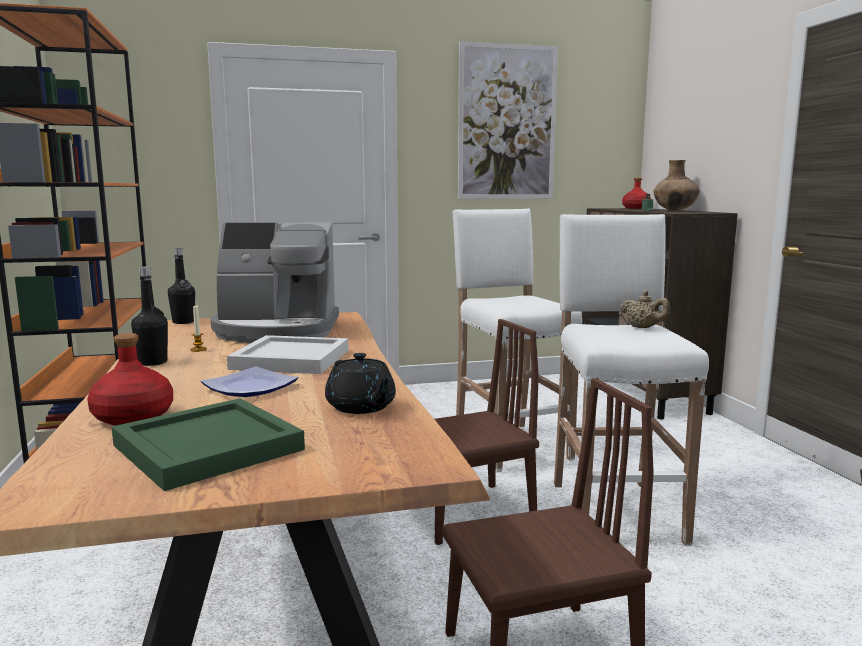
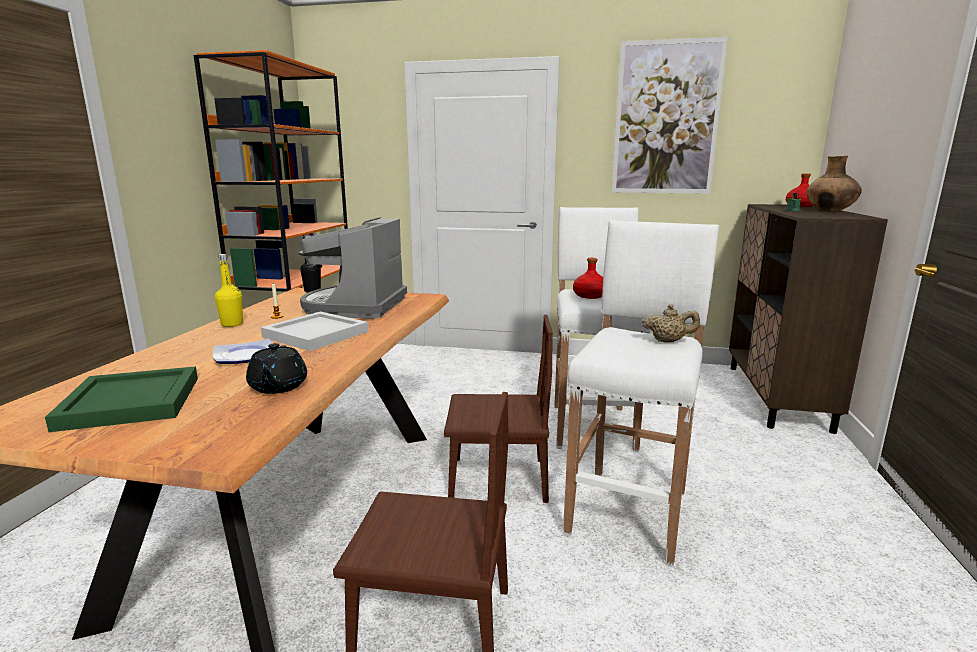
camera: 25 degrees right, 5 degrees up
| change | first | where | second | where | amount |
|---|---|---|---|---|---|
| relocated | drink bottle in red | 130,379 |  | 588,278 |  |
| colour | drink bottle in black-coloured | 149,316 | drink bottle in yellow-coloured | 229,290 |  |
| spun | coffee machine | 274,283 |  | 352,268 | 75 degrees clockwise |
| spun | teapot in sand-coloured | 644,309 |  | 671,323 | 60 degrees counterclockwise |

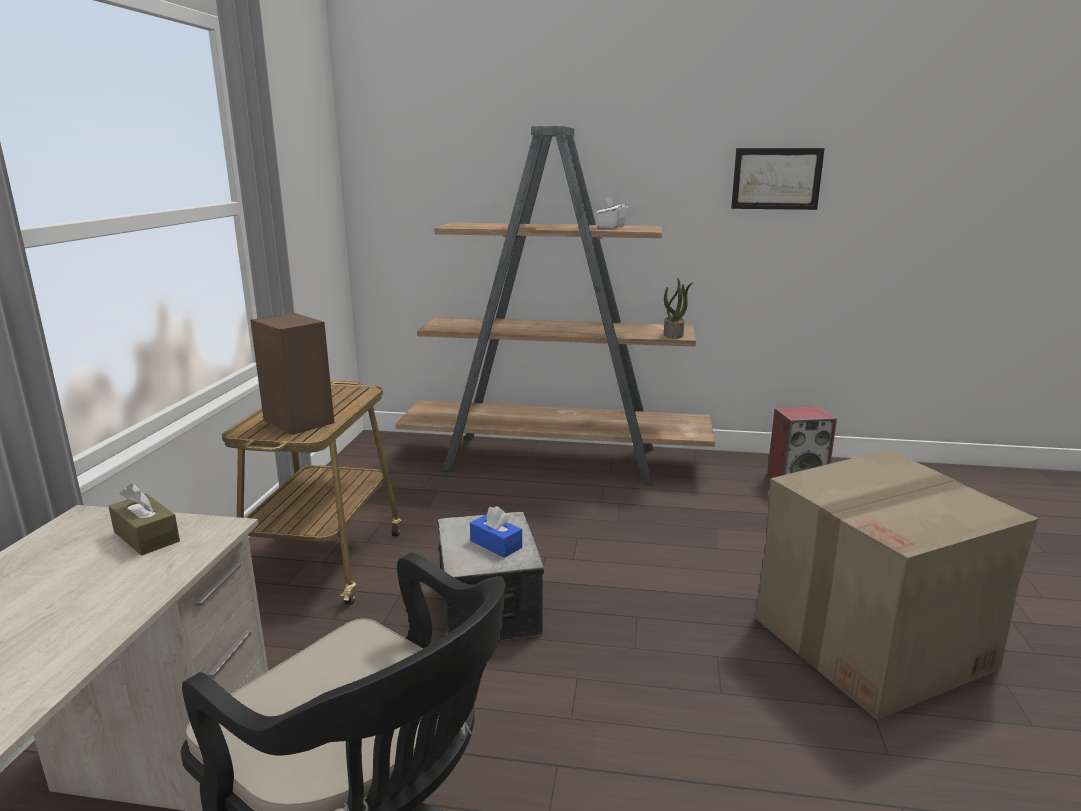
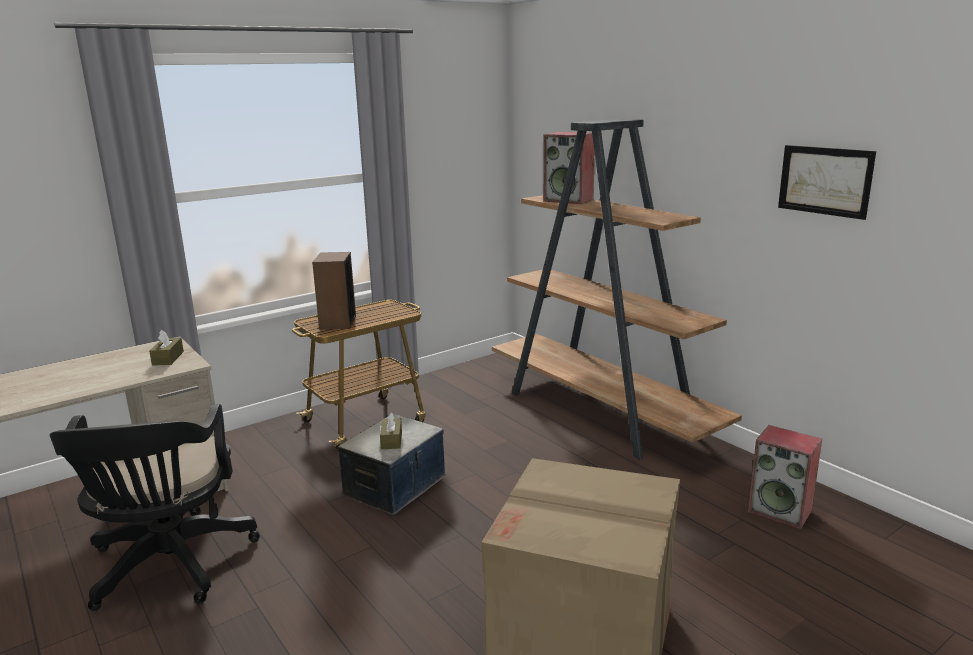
camera: 45 degrees right, 0 degrees up
| change | first | where | second | where | amount |
|---|---|---|---|---|---|
| colour | tissue holder in blue | 496,532 | tissue holder in brown | 391,430 |  |
| missing | tissue holder in whitish | 611,213 |  |  |  |
| missing | houseplant | 678,308 |  |  |  |
| appeared |  |  | loudspeaker | 569,168 |  |

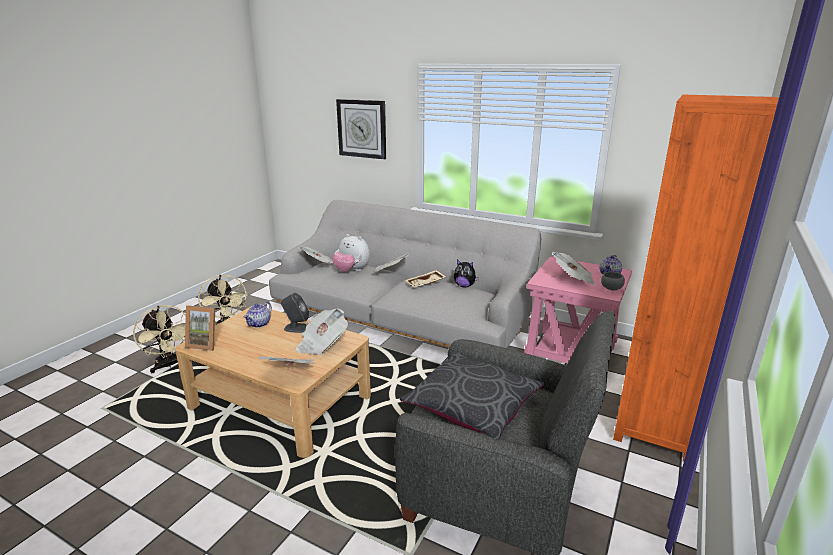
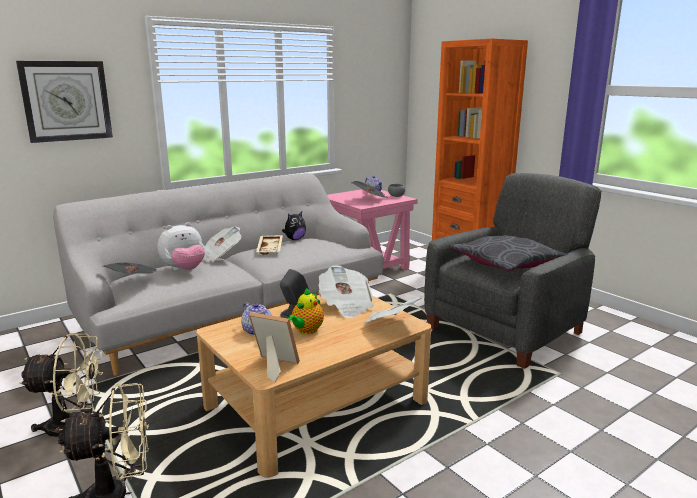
camera: 65 degrees left, 5 degrees down
| change | first | where | second | where | amount |
|---|---|---|---|---|---|
| spun | picture frame | 200,328 |  | 274,347 | 105 degrees counterclockwise |
| appeared |  |  | teapot | 305,311 |  |

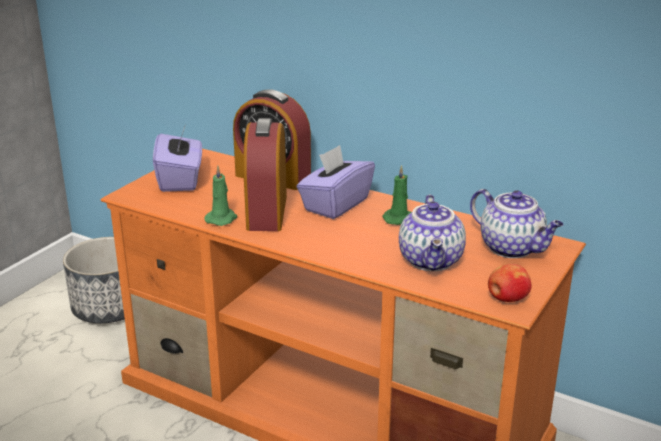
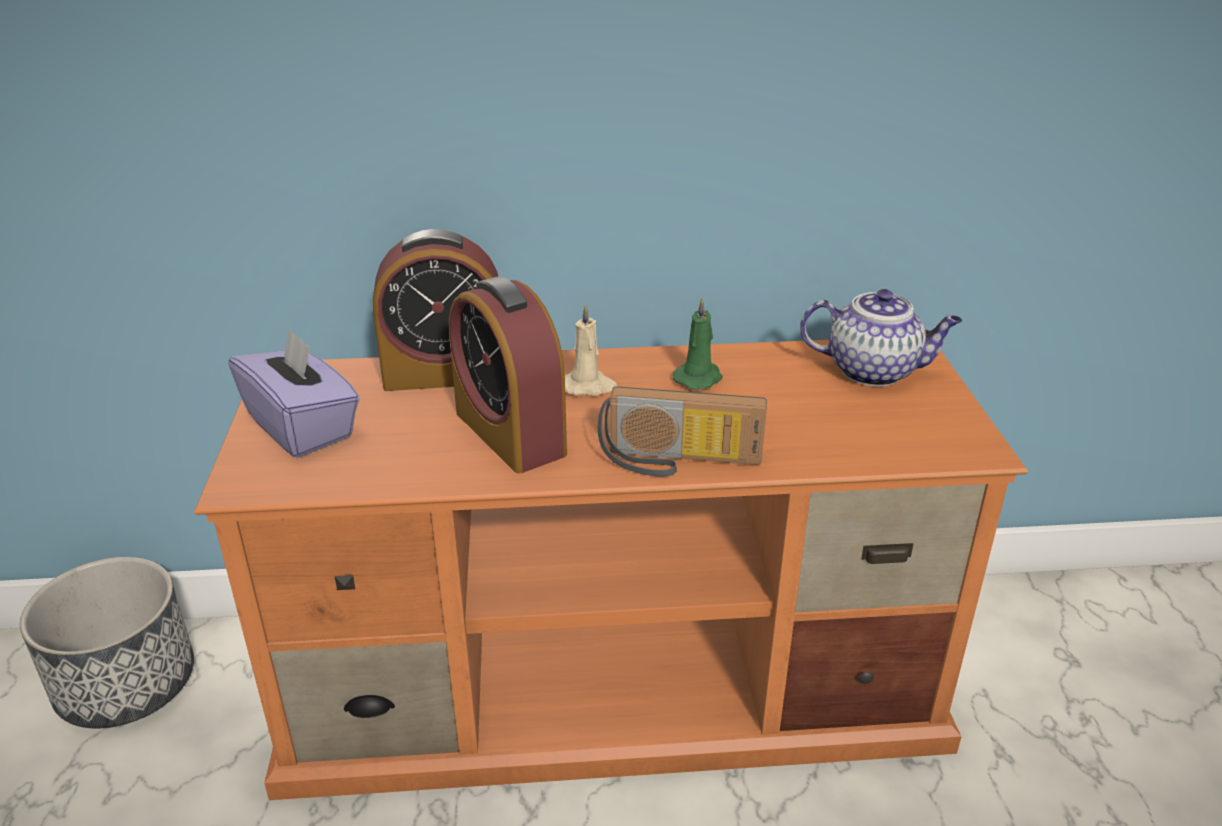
camera: 35 degrees left, 5 degrees up
| change | first | where | second | where | amount |
|---|---|---|---|---|---|
| missing | wax light in greenish | 220,196 |  |  |  |
| exchanged | tissue holder in purplish | 336,182 | wax light in sand-coloured | 591,350 |  |
| missing | teapot | 432,233 |  |  |  |
| missing | whole apple | 510,283 |  |  |  |
| appeared |  |  | radio set | 682,431 |  |

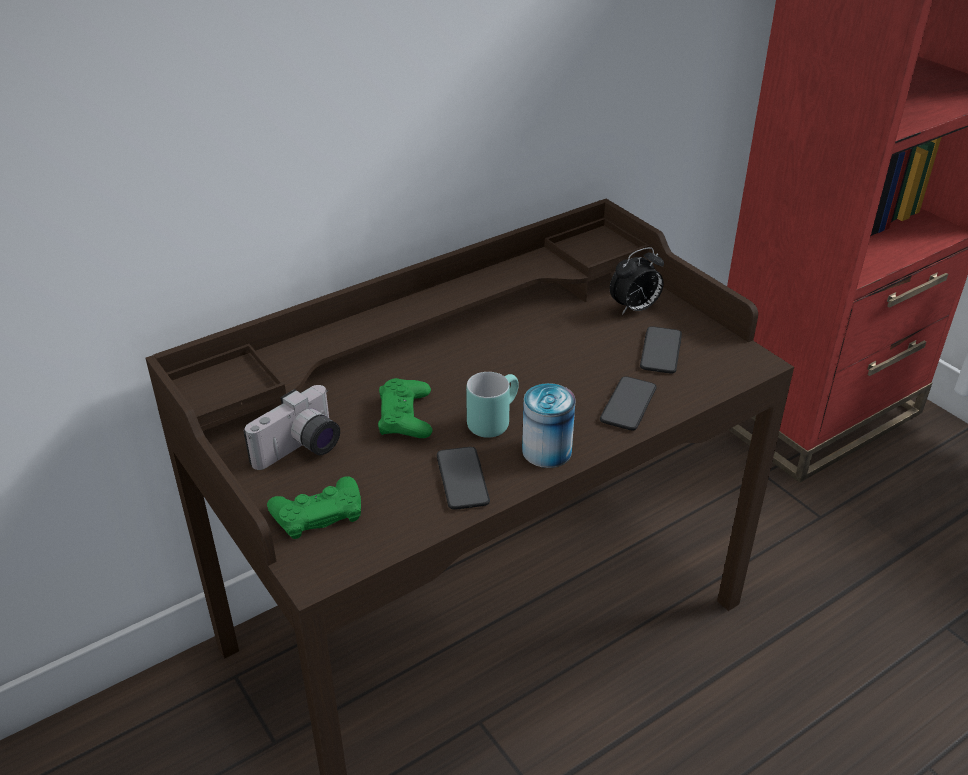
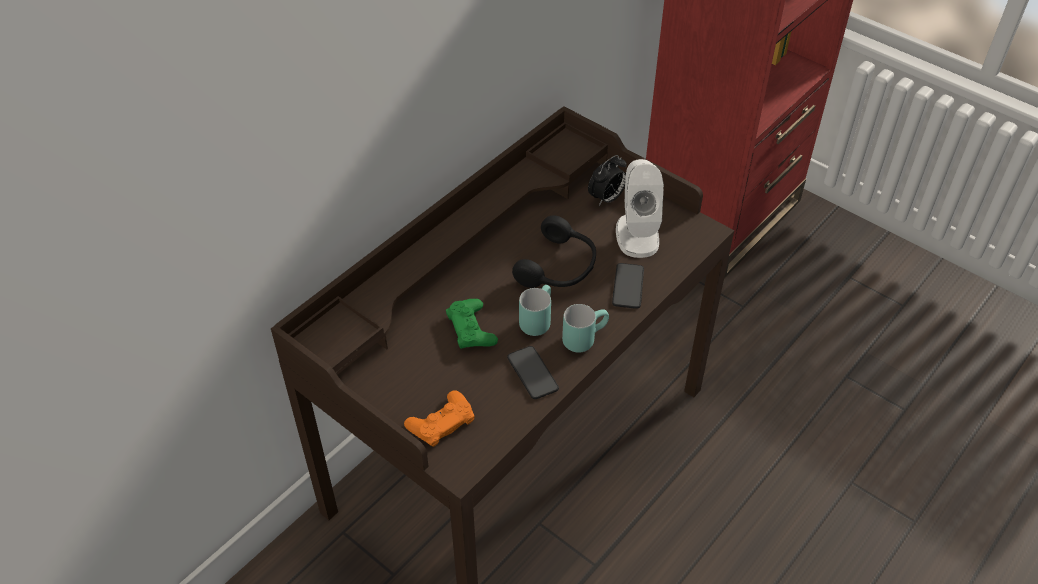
camera: 15 degrees left, 10 degrees up
| change | first | where | second | where | amount |
|---|---|---|---|---|---|
| missing | photo camera | 292,427 |  |  |  |
| colour | game controller in greenish | 314,507 | game controller in orangey | 439,418 |  |
| exchanged | can | 549,425 | coffee mug in turquoise | 585,328 |  |
| exchanged | handset | 661,349 | loudspeaker in whitish | 640,208 |  |
| appeared |  |  | headset in black-coloured | 554,251 |  |

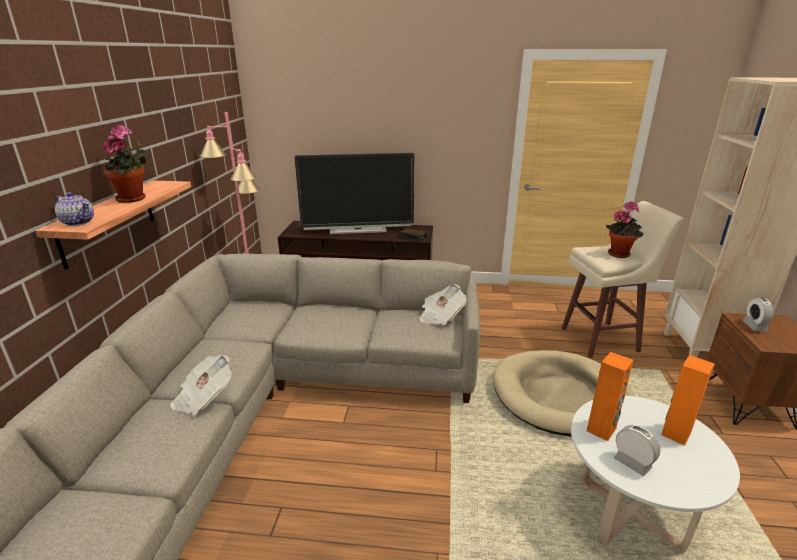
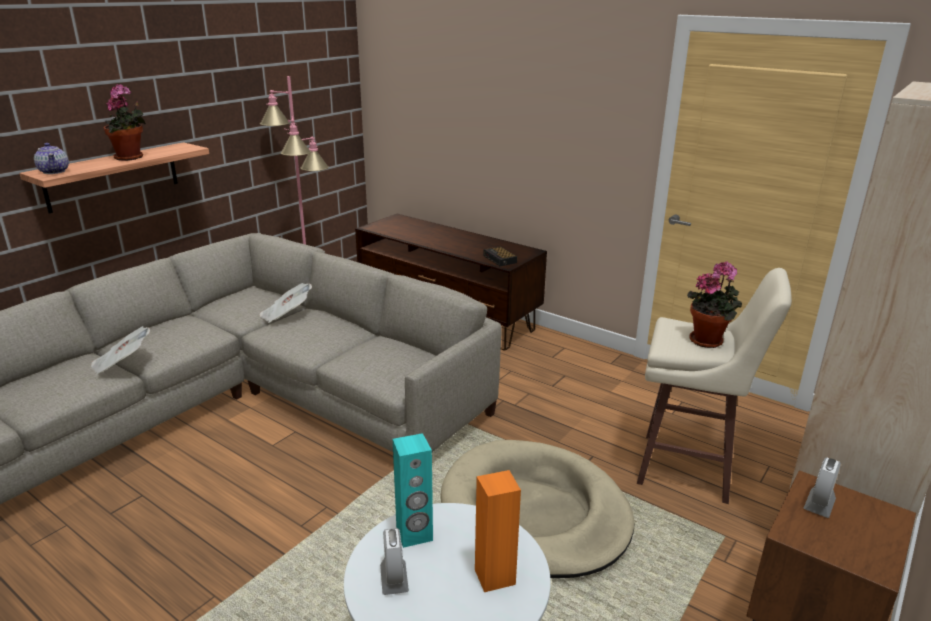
camera: 30 degrees right, 0 degrees up
| change | first | where | second | where | amount |
|---|---|---|---|---|---|
| missing | TV | 354,193 |  |  |  |
| relocated | printed paper | 443,304 |  | 285,303 |  |
| colour | loudspeaker in orangey | 610,396 | loudspeaker in turquoise | 413,490 |  |

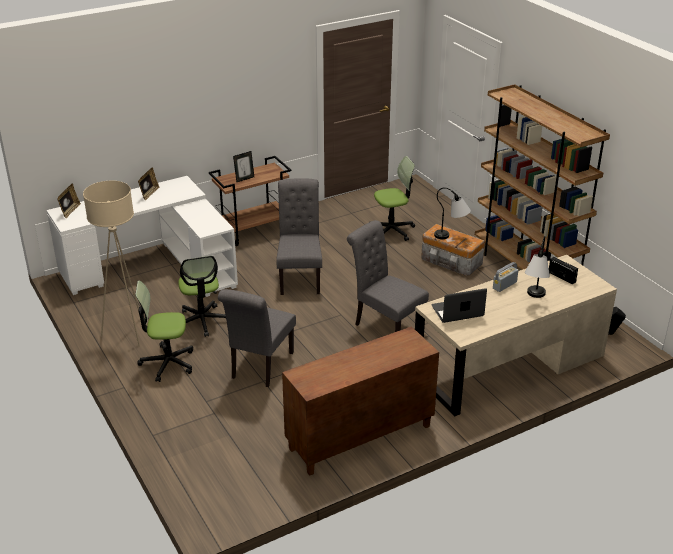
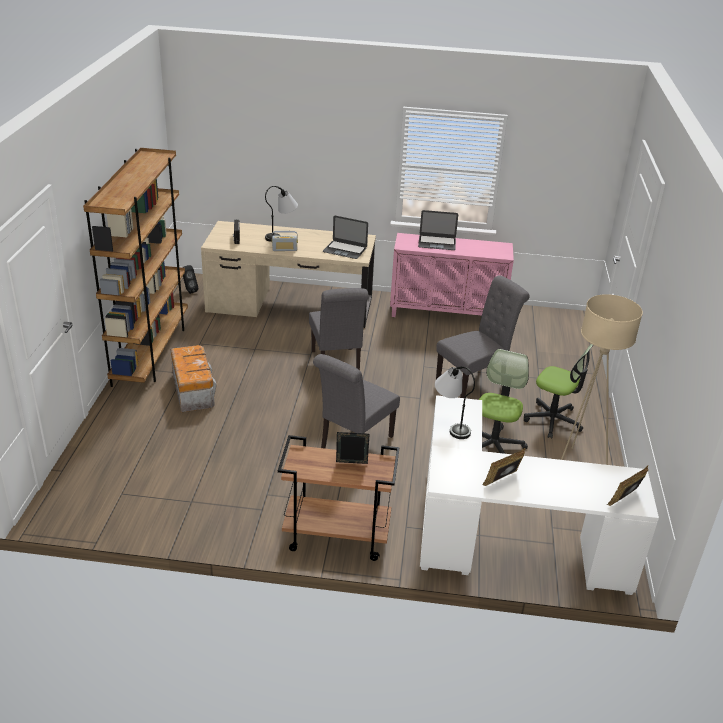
camera: 145 degrees left, 0 degrees up
| change | first | where | second | where | amount |
|---|---|---|---|---|---|
| colour | cupboard in brown | 360,401 | cupboard in pink | 452,275 |  |
| missing | desk chair | 392,198 |  |  |  |
| relocated | tabletop lamp | 452,213 |  | 455,403 |  |
| appeared |  |  | laptop | 438,230 |  |

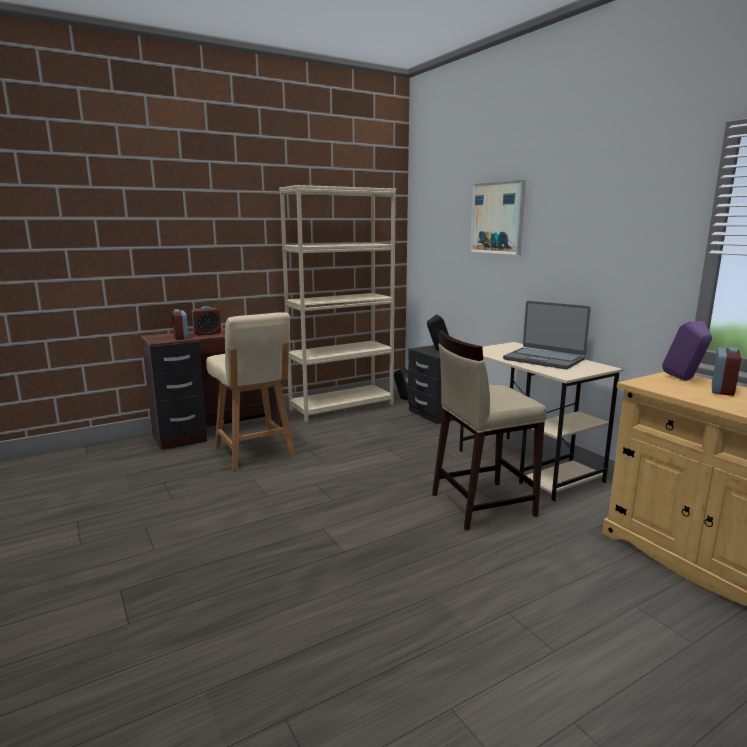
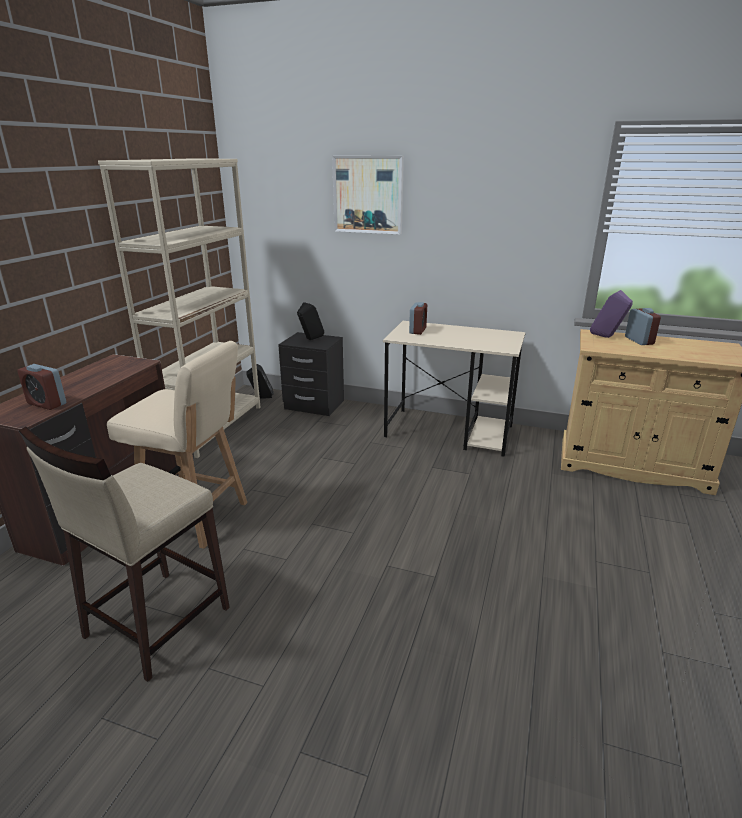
camera: 40 degrees left, 10 degrees up
| change | first | where | second | where | amount |
|---|---|---|---|---|---|
| relocated | table clock | 206,321 |  | 418,318 |  |
| relocated | stool seat in sand-coloured | 489,430 |  | 124,554 |  |
| missing | laptop | 547,335 |  |  |  |

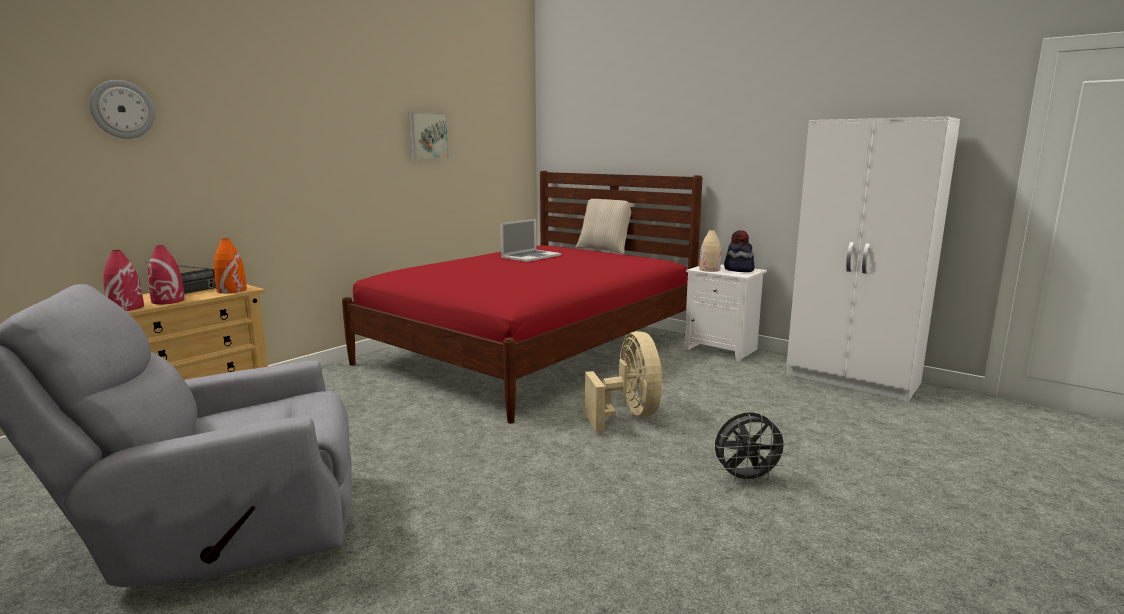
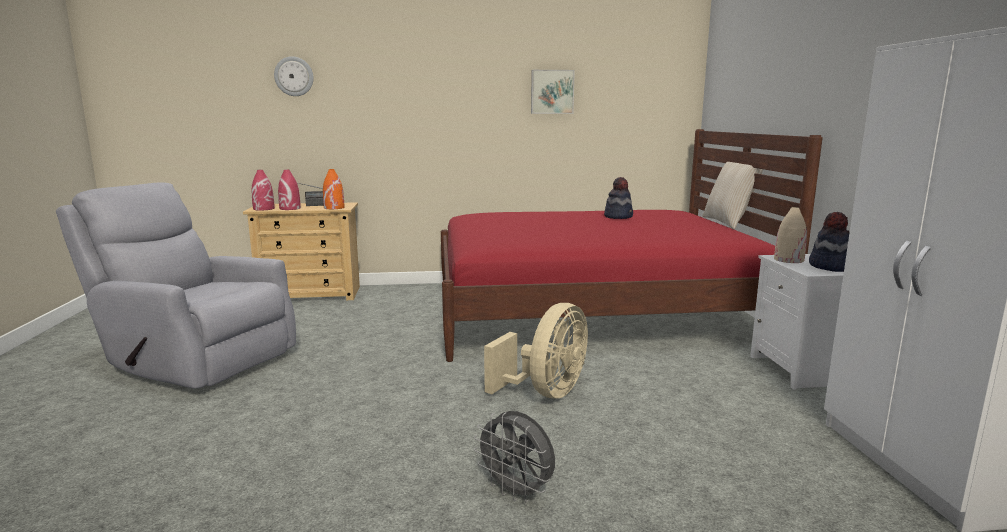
camera: 45 degrees right, 0 degrees up
| change | first | where | second | where | amount |
|---|---|---|---|---|---|
| exchanged | laptop | 530,240 | clothing hat | 618,198 |  |

